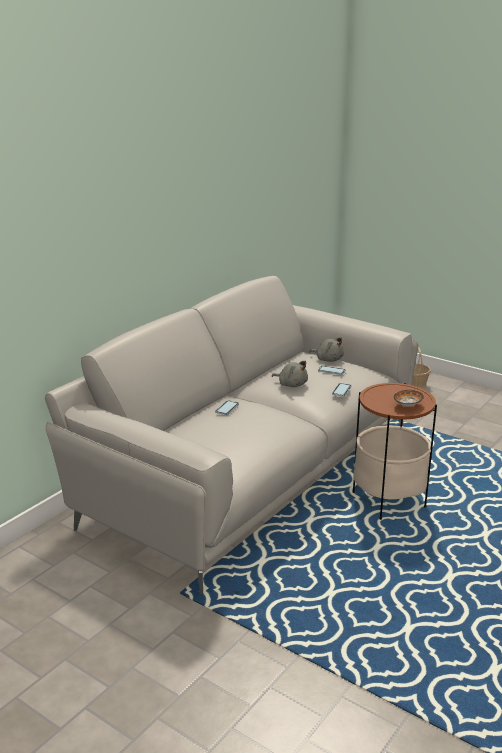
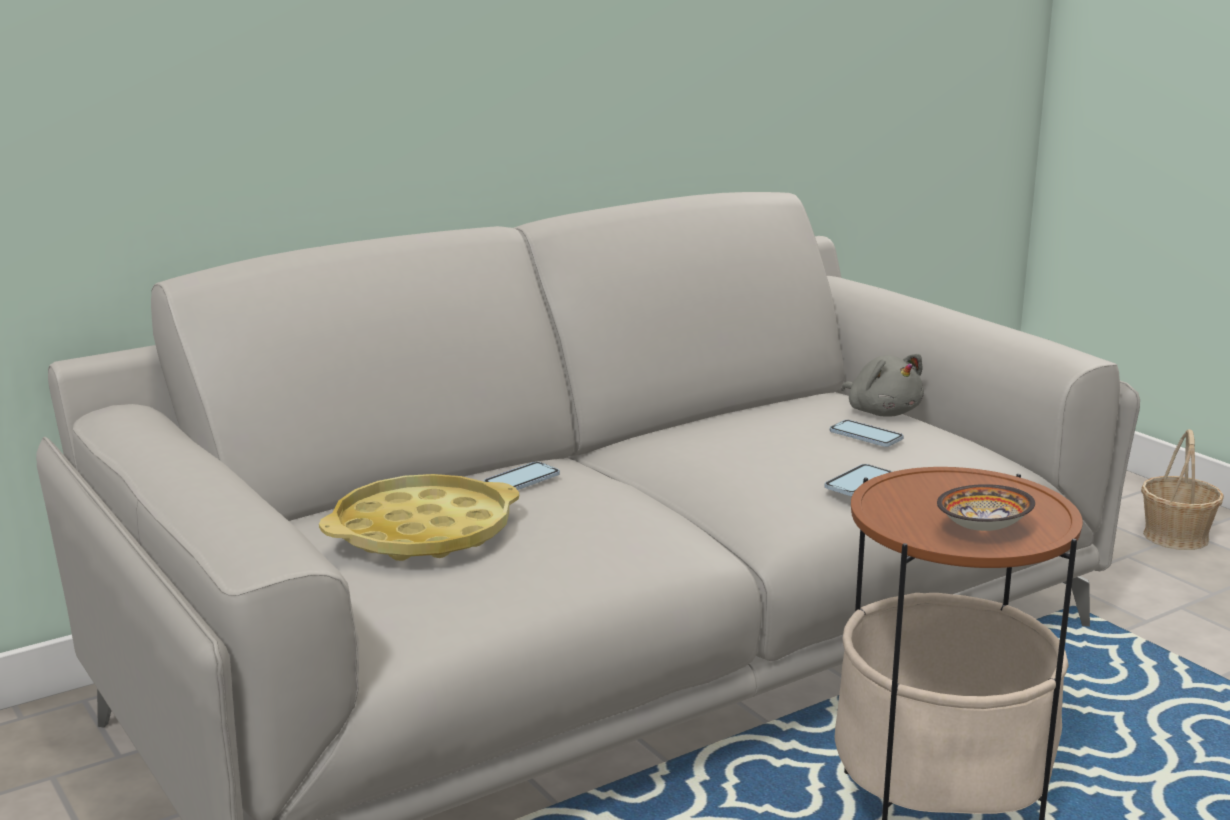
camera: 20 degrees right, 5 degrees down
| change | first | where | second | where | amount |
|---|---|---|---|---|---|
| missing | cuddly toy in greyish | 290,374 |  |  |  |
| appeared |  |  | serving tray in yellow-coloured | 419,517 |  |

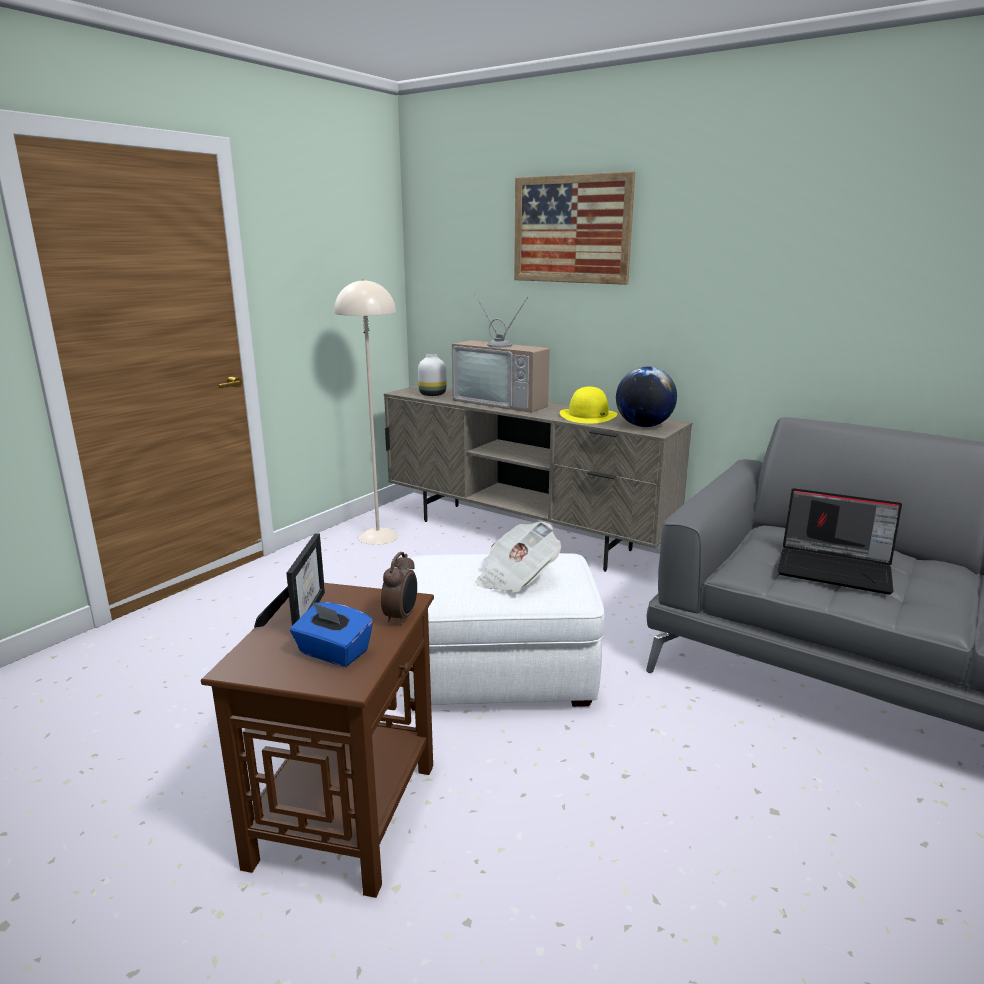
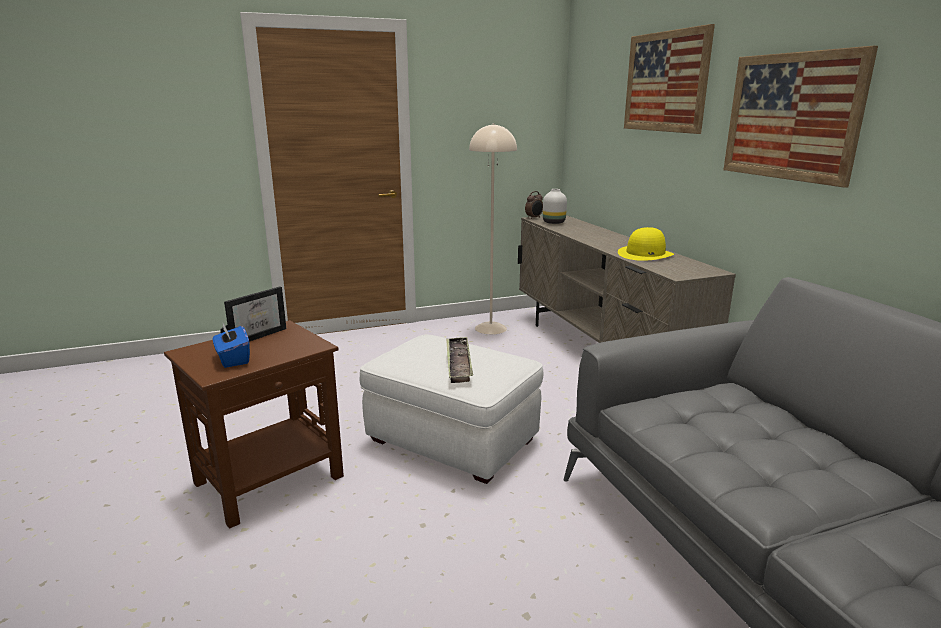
camera: 35 degrees right, 0 degrees up
| change | first | where | second | where | amount |
|---|---|---|---|---|---|
| relocated | table clock | 399,589 |  | 534,205 |  |
| missing | TV | 501,353 |  |  |  |
| exchanged | printed paper | 518,557 | serving tray | 459,360 |  |
| missing | desk globe | 646,396 |  |  |  |
| missing | laptop | 839,541 |  |  |  |
| appeared |  |  | wall art | 800,117 |  |

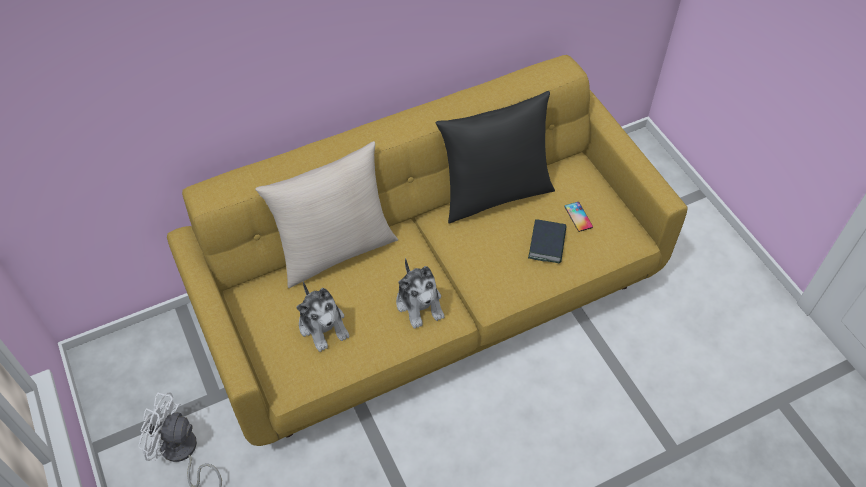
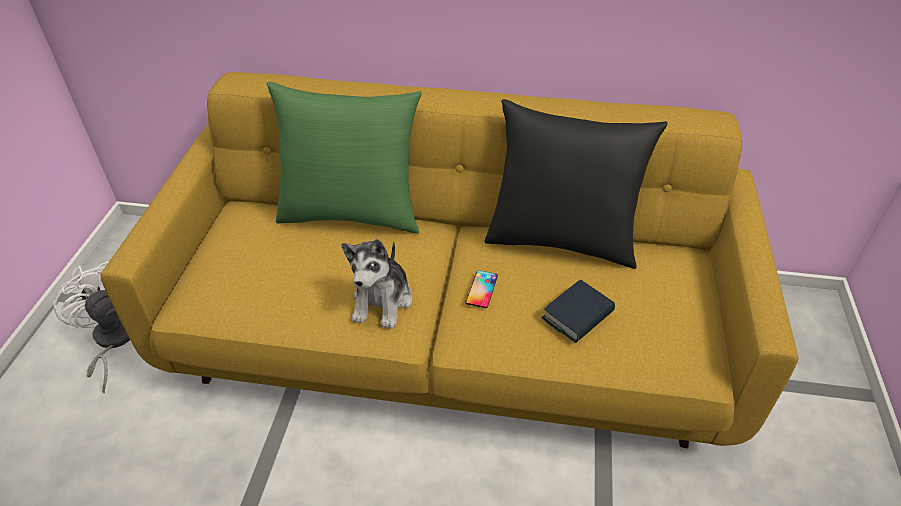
camera: 35 degrees right, 10 degrees down
| change | first | where | second | where | amount |
|---|---|---|---|---|---|
| colour | pillow in sand-coloured | 327,214 | pillow in greenish | 344,158 |  |
| missing | cuddly toy | 323,316 |  |  |  |
| relocated | handset | 578,217 |  | 481,289 |  |

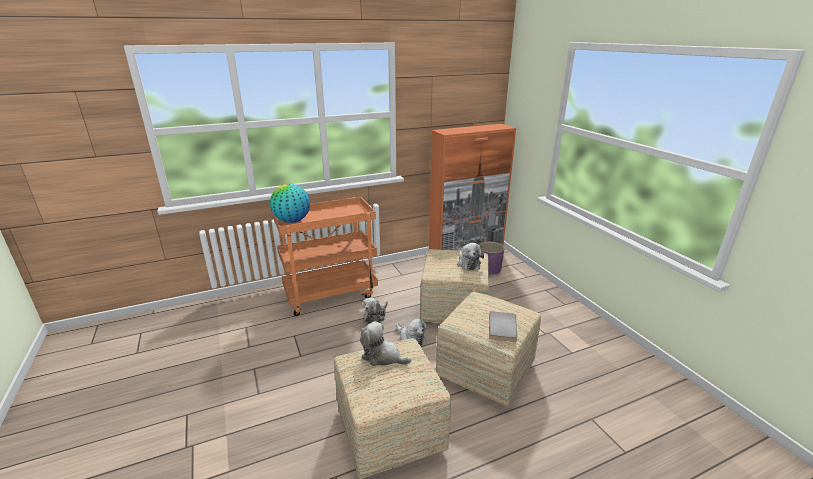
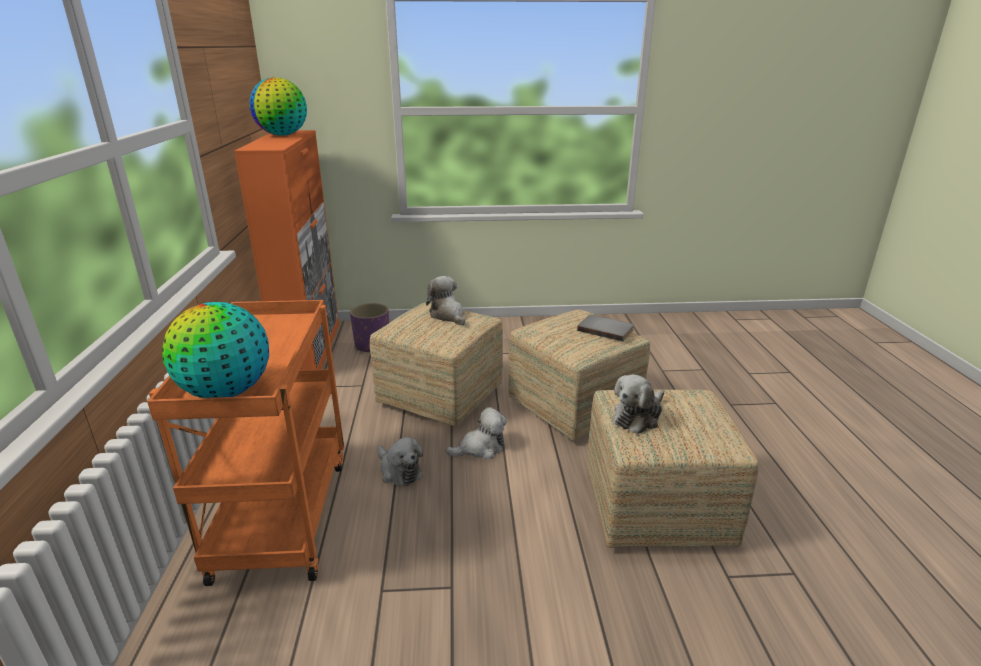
camera: 70 degrees left, 0 degrees up
| change | first | where | second | where | amount |
|---|---|---|---|---|---|
| spun | cuddly toy | 470,256 |  | 445,300 | 135 degrees counterclockwise |
| appeared |  |  | desk globe | 278,106 |  |

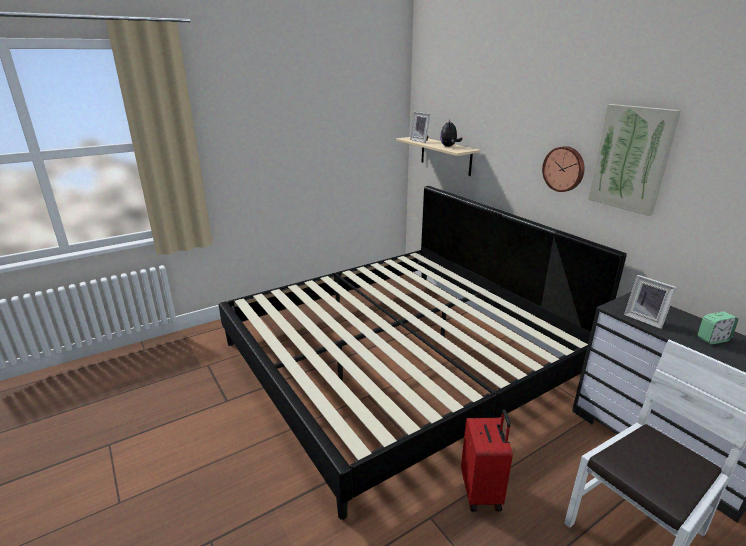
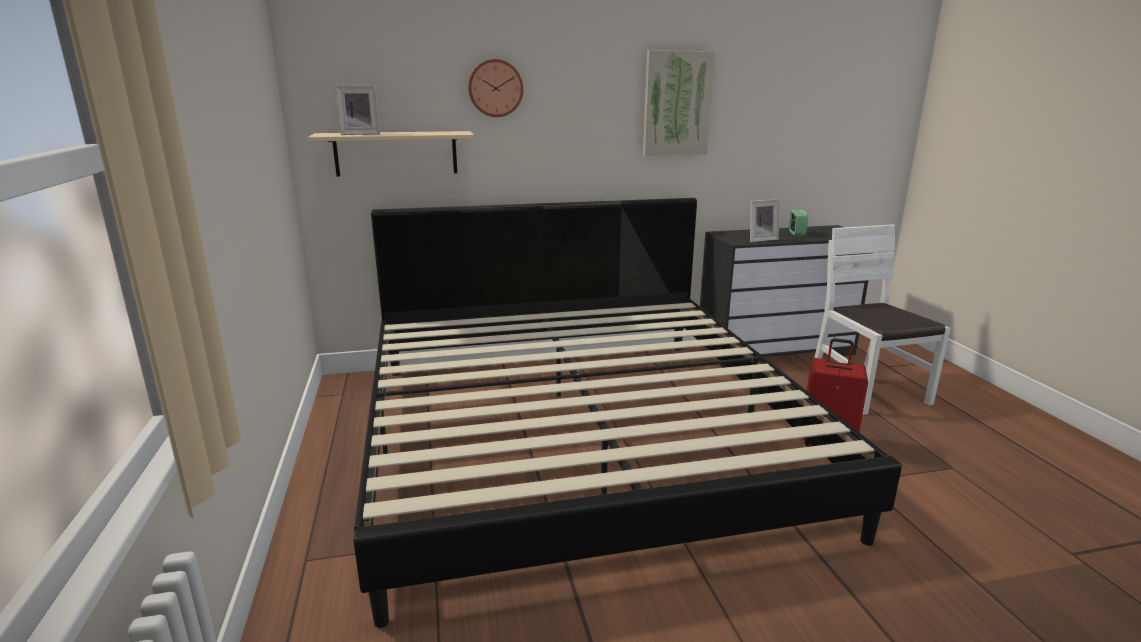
camera: 70 degrees left, 5 degrees down
| change | first | where | second | where | amount |
|---|---|---|---|---|---|
| missing | cuddly toy | 451,133 |  |  |  |
| relocated | wall clock | 563,169 |  | 495,88 |  |

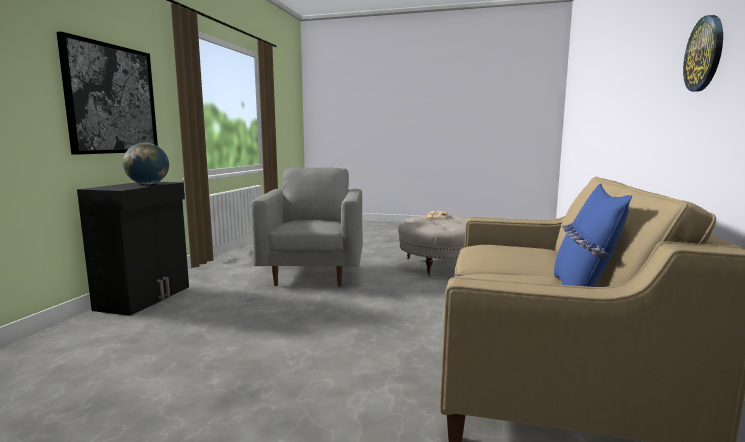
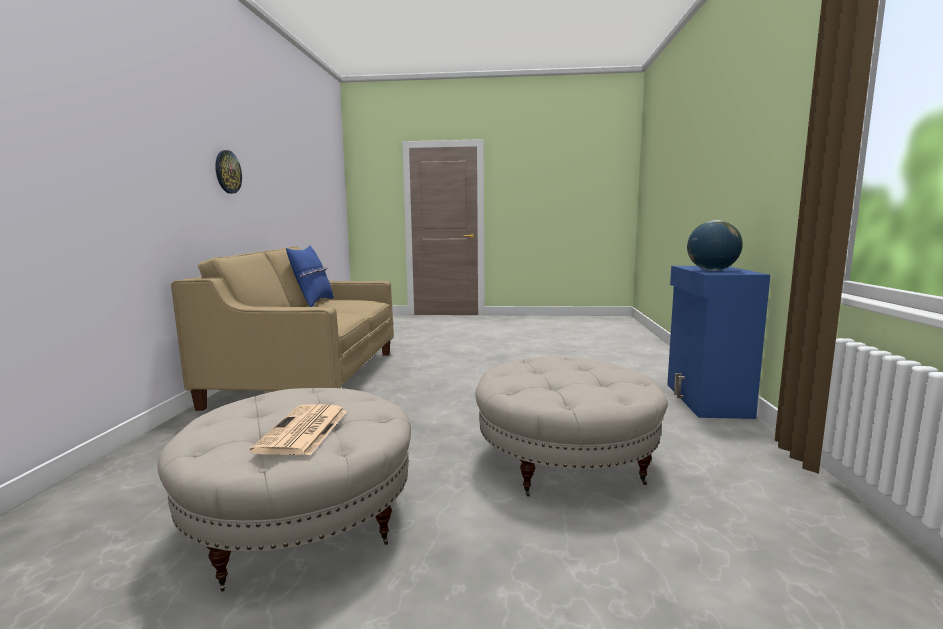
camera: 170 degrees right, 0 degrees up
| change | first | where | second | where | amount |
|---|---|---|---|---|---|
| missing | wall art | 107,93 |  |  |  |
| colour | cupboard in black-coloured | 133,249 | cupboard in blue | 718,342 |  |
| exchanged | easy chair in greyish | 307,226 | ottoman in sand-coloured | 572,426 |  |

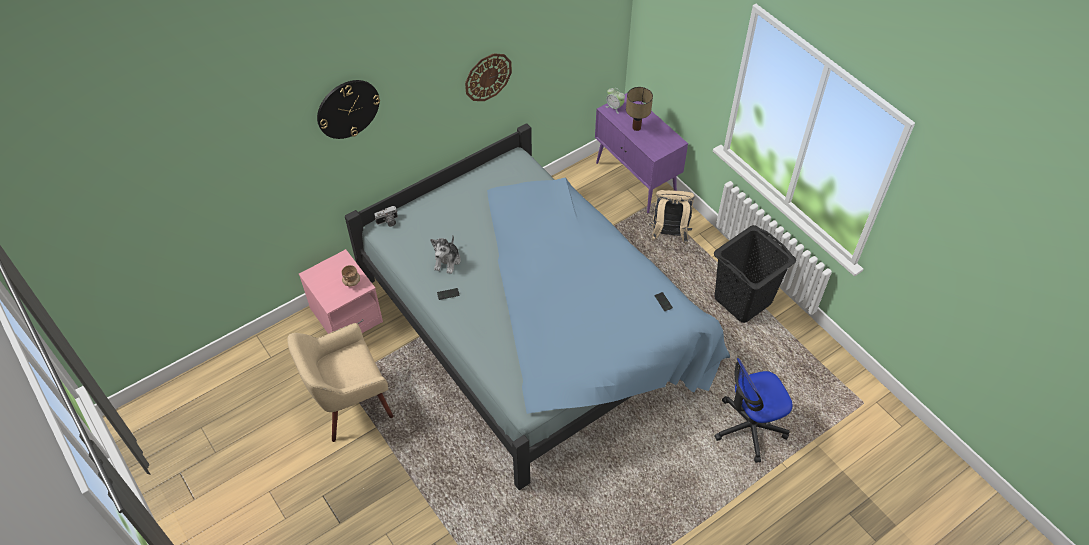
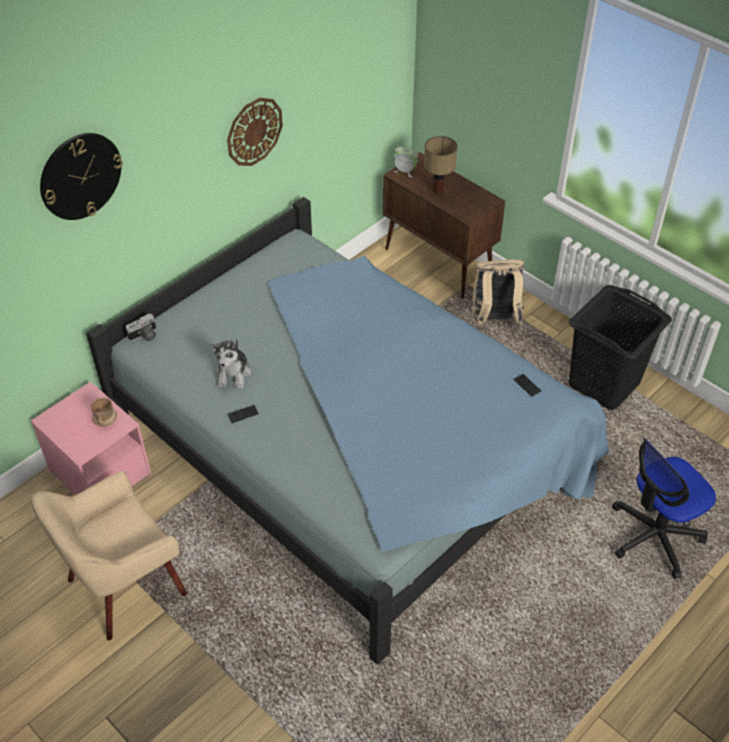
camera: 10 degrees left, 5 degrees down
| change | first | where | second | where | amount |
|---|---|---|---|---|---|
| colour | cupboard in purplish | 641,153 | cupboard in brown | 444,225 |  |

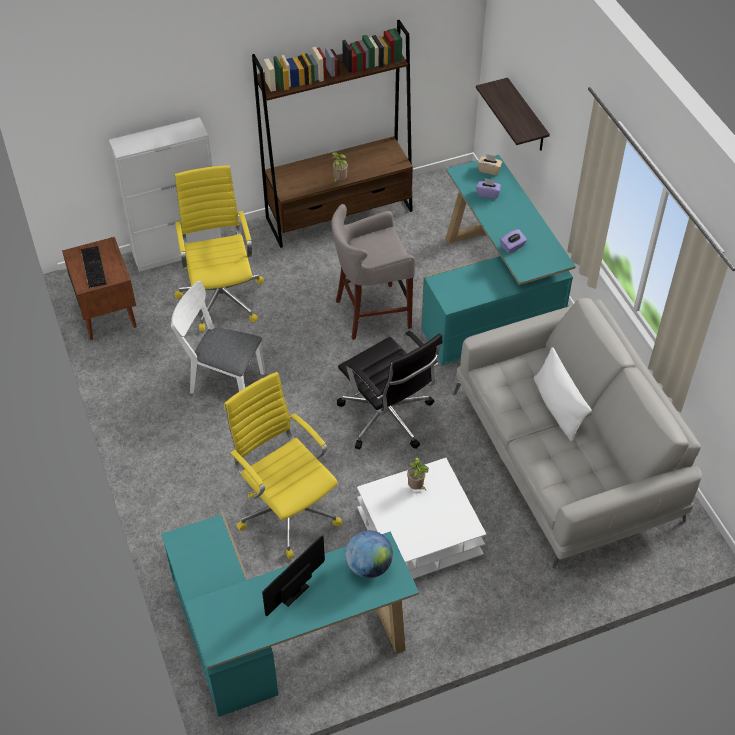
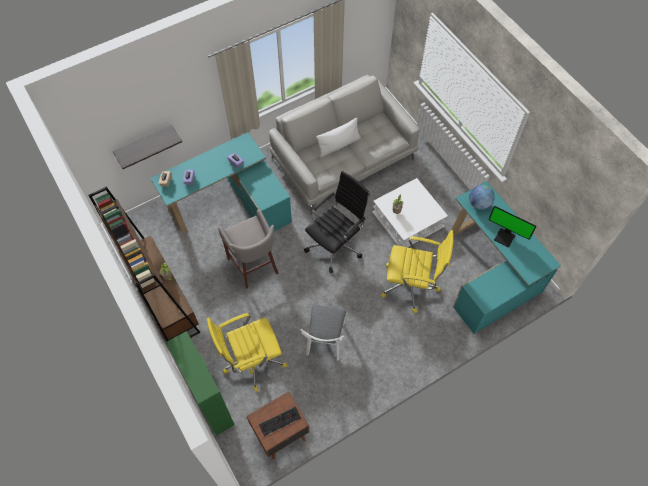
camera: 100 degrees left, 10 degrees up
| change | first | where | second | where | amount |
|---|---|---|---|---|---|
| colour | cupboard in whitish | 165,194 | cupboard in greenish | 200,383 |  |
| spun | desk chair in yellow-coloured | 283,465 |  | 417,271 | 120 degrees counterclockwise |

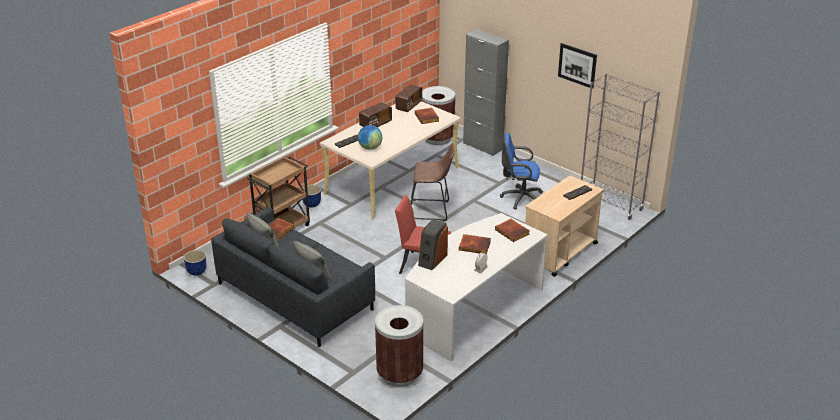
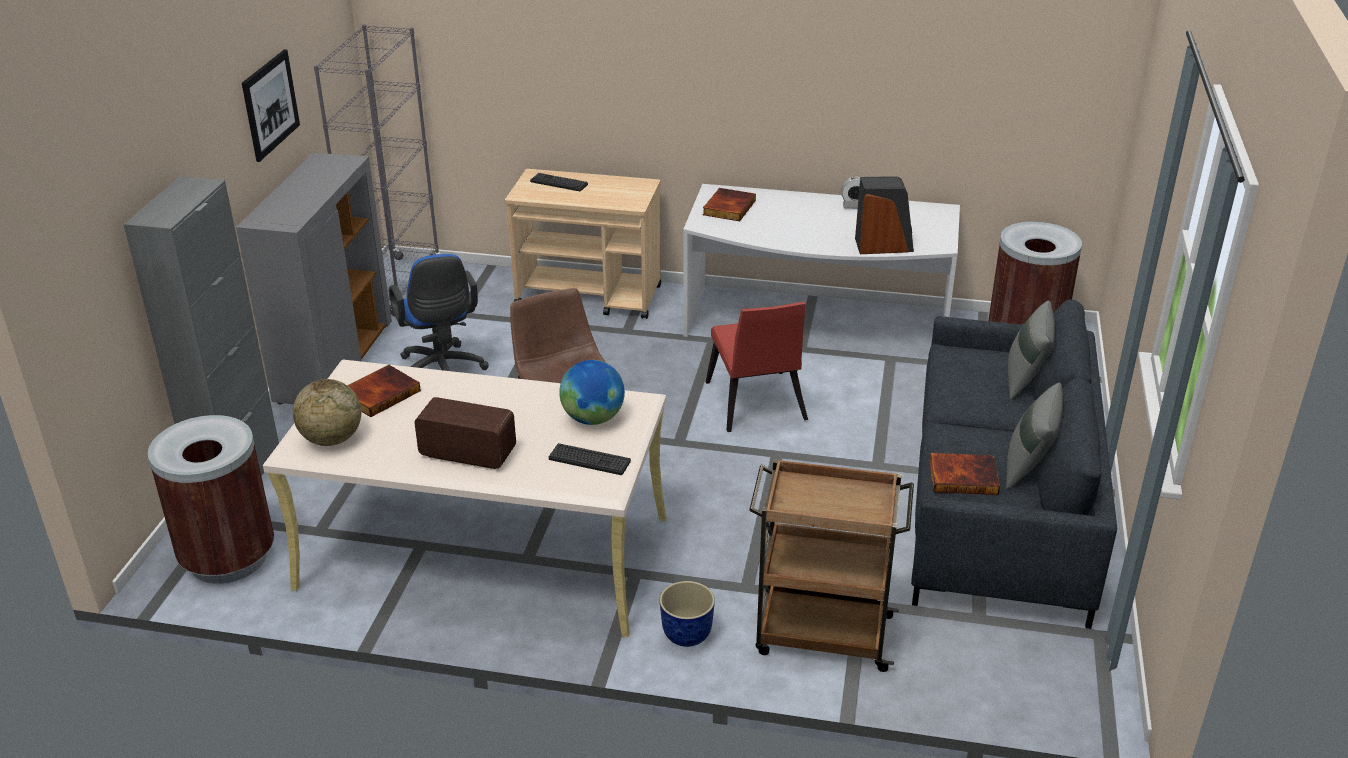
camera: 120 degrees left, 0 degrees up
| change | first | where | second | where | amount |
|---|---|---|---|---|---|
| missing | plant pot | 194,263 |  |  |  |
| exchanged | radio set | 408,98 | desk globe | 327,412 |  |
| missing | bound book | 475,244 |  |  |  |
| appeared |  |  | cupboard in greyish | 314,278 |  |

